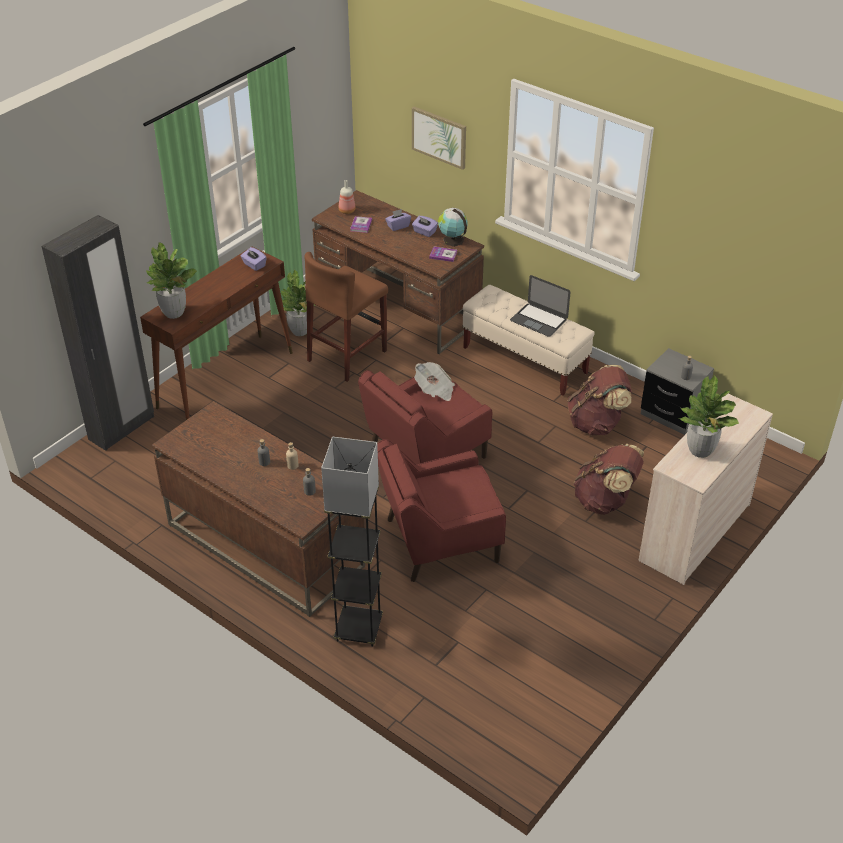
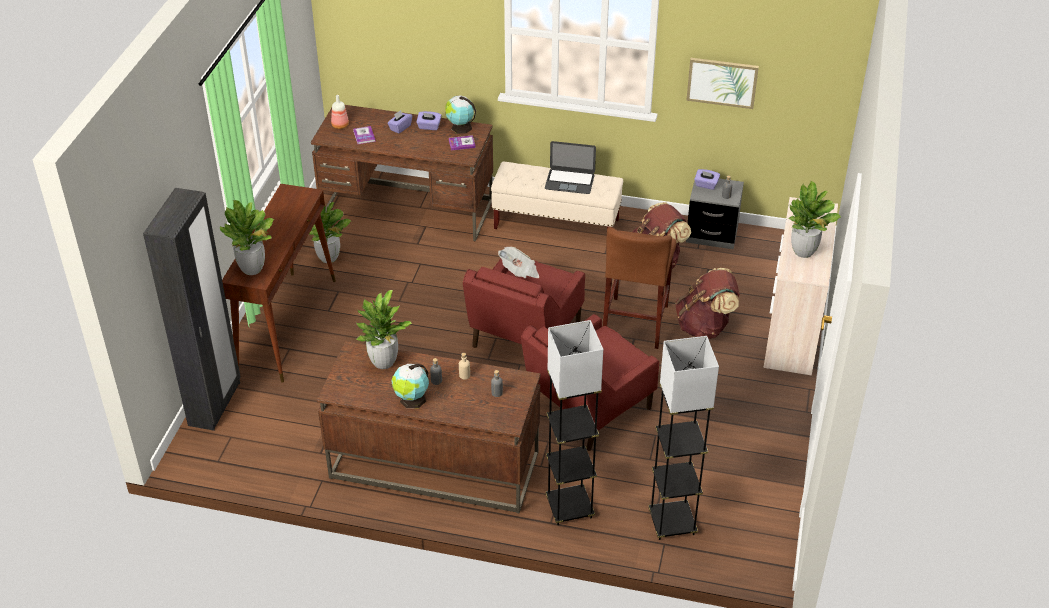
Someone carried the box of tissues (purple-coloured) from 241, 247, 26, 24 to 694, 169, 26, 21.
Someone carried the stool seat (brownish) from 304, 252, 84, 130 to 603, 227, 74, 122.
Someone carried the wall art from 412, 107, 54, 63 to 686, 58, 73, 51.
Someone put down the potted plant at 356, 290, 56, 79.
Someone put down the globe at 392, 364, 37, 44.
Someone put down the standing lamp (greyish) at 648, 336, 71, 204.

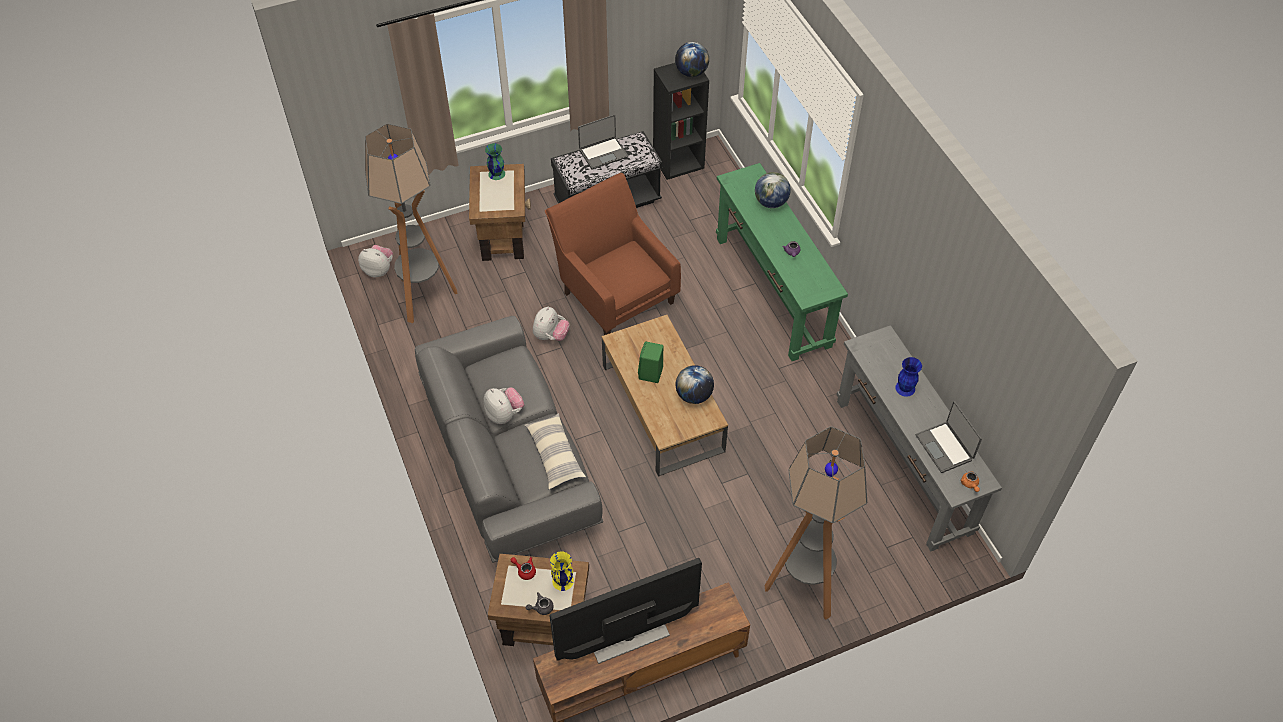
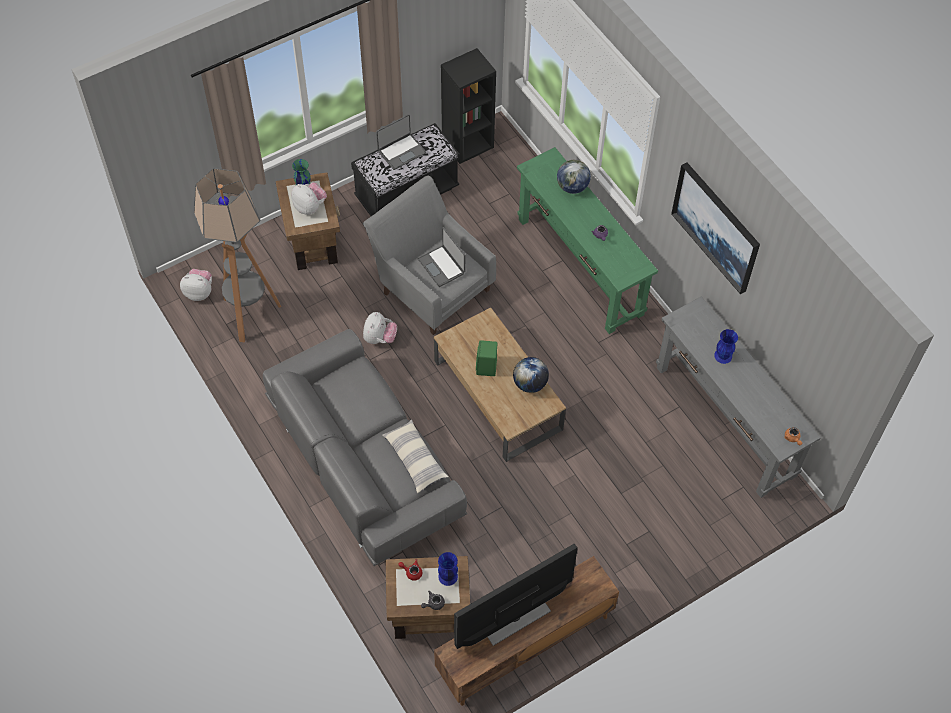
Someone carried the plush toy from 483, 387, 41, 37 to 291, 182, 36, 33.
Someone repainted the easy chair (brownish) at 545, 173, 136, 162, which became the easy chair (greyish) at 363, 176, 133, 159.
Someone repainted the flower vase (yellow-coloured) at 550, 551, 24, 40, which became the flower vase (bluish) at 438, 552, 20, 34.
Someone took away the globe at 675, 42, 34, 35.
Someone took away the standing lamp at 765, 426, 102, 194.
Someone carried the notebook computer from 916, 401, 66, 72 to 418, 227, 48, 60.
Someone put up the wall art at 671, 162, 89, 132.

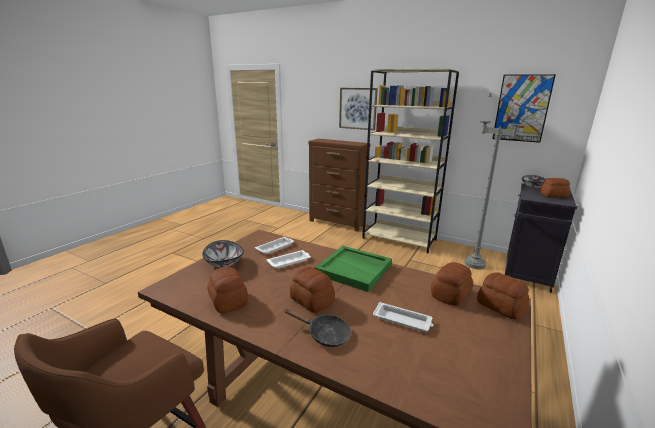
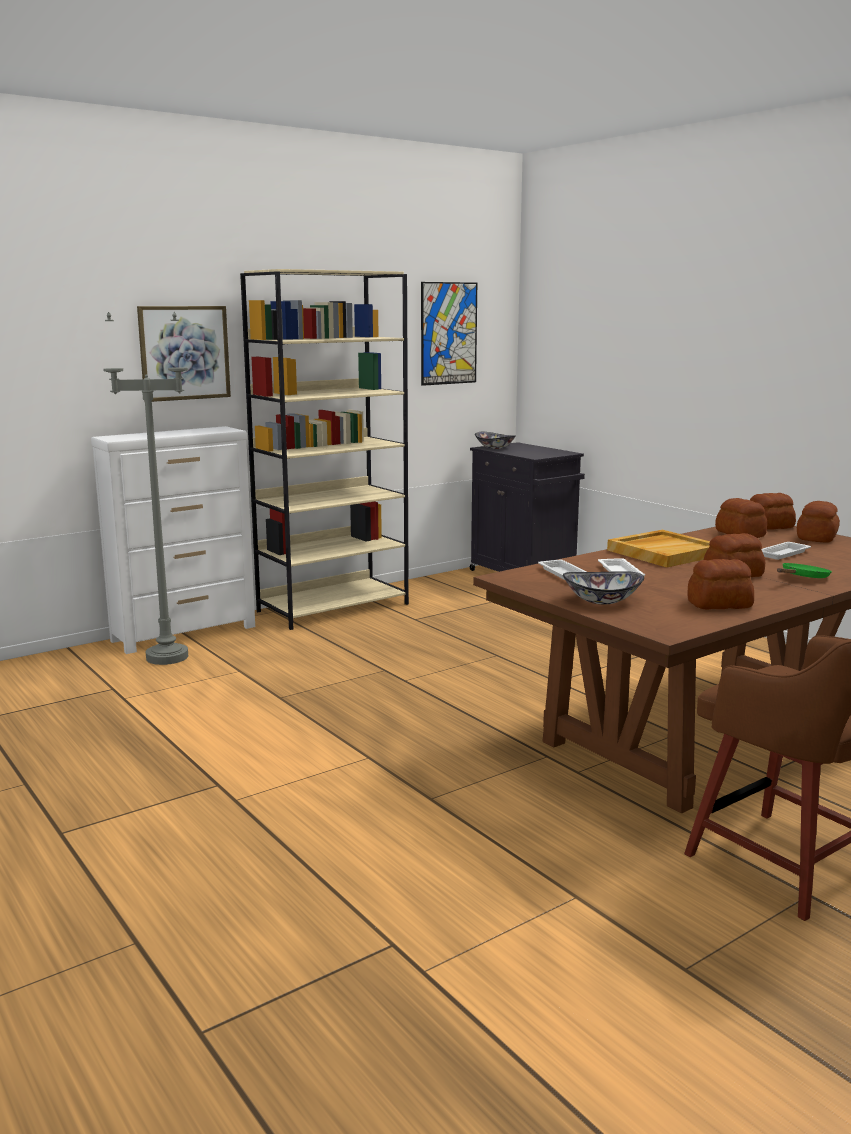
Someone repainted the skillet (black) at 284, 309, 67, 38, which became the skillet (greenish) at 777, 563, 55, 15.
Someone repainted the chest of drawers (brownish) at 308, 139, 62, 93, which became the chest of drawers (white-coloured) at 91, 426, 164, 228.
Someone repainted the tray (greenish) at 315, 246, 77, 46, which became the tray (beige-coloured) at 607, 530, 103, 37.
Someone carried the standing lamp (greyish) from 464, 92, 61, 177 to 103, 312, 85, 353.
Someone carried the baked bread from 540, 178, 31, 19 to 797, 501, 43, 41.

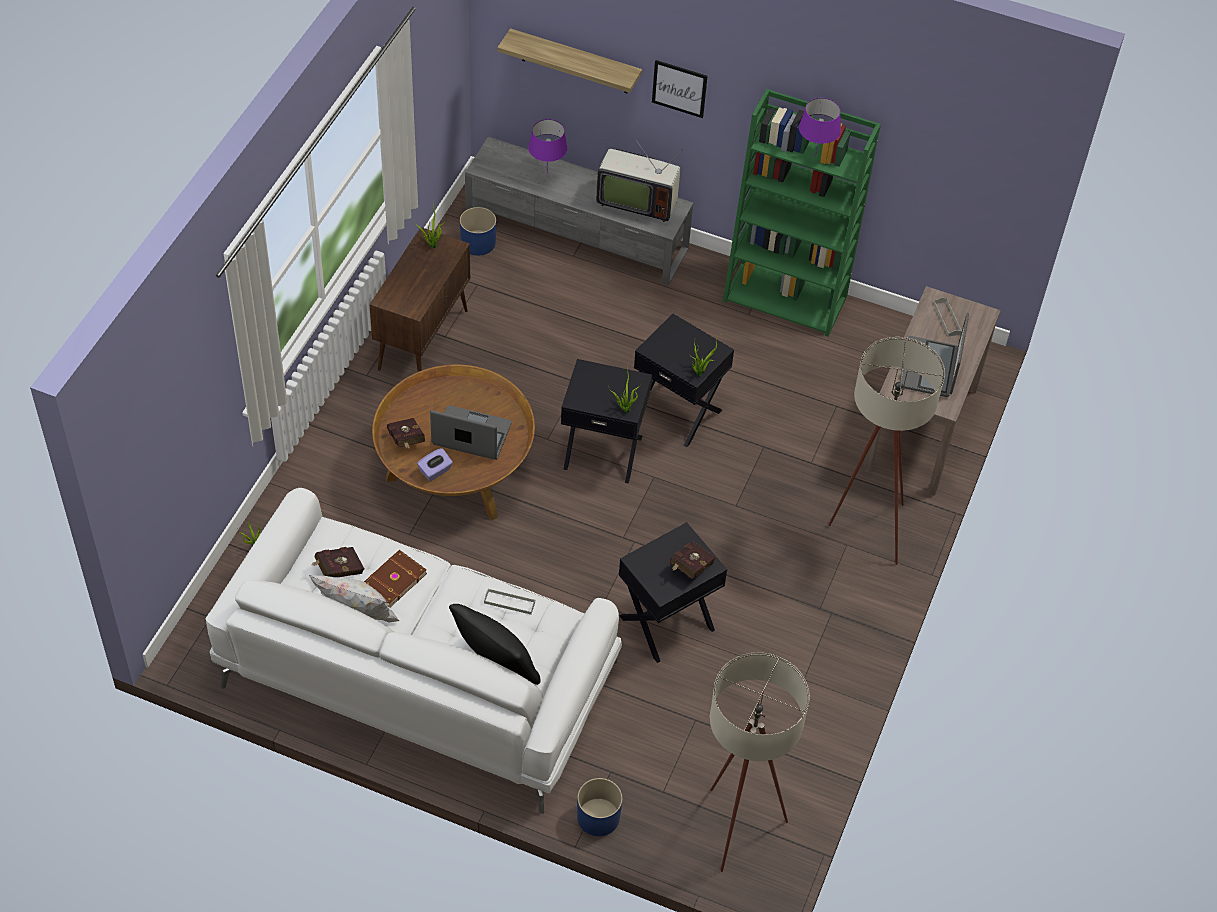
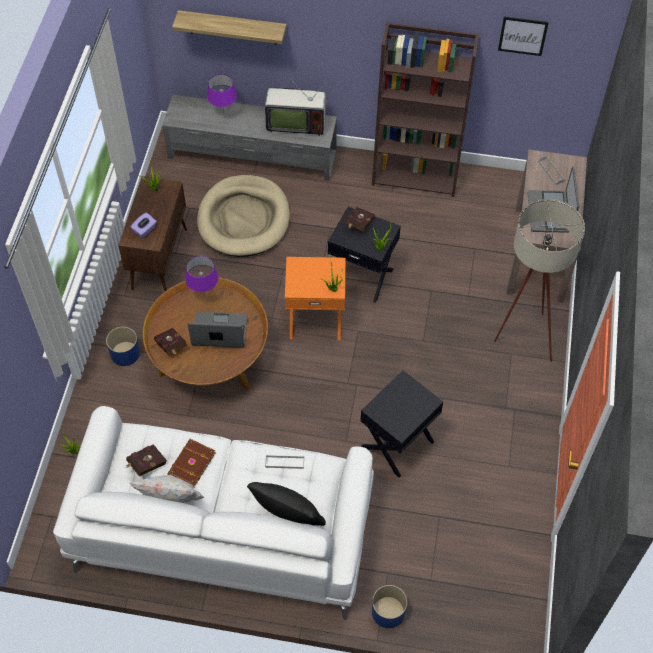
Someone carried the box of tissues (purple-coloured) from 417, 448, 36, 33 to 131, 212, 26, 26.
Someone carried the planter (bluish) from 460, 207, 36, 48 to 106, 327, 34, 39.
Someone repainted the side table (black) at 561, 359, 91, 124, which became the side table (orange) at 285, 257, 61, 83.
Someone carried the wall art from 652, 60, 56, 58 to 498, 17, 51, 39.
Someone carried the book (red) from 669, 542, 47, 37 to 345, 207, 30, 24.
Someone took away the standing lamp (beige-coloured) at 709, 652, 101, 220.
Someone repainted the bookcase (greenish) at 723, 89, 158, 248, which became the bookcase (brownish) at 372, 22, 107, 175.
Someone carried the tabletop lamp (purple-coloured) from 799, 98, 42, 59 to 185, 256, 33, 40.
Someone put down the dog bed (beige-coloured) at 197, 175, 93, 82.

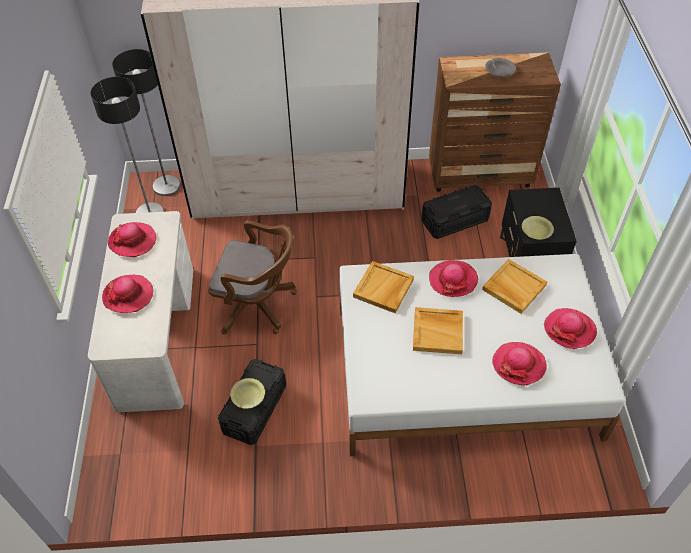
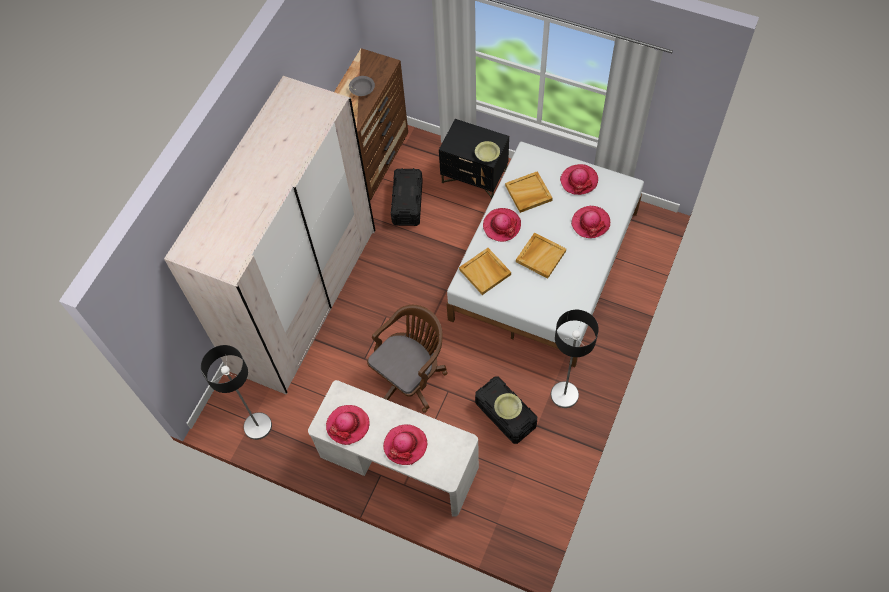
Someone carried the standing lamp from 112, 49, 69, 147 to 551, 310, 48, 98.

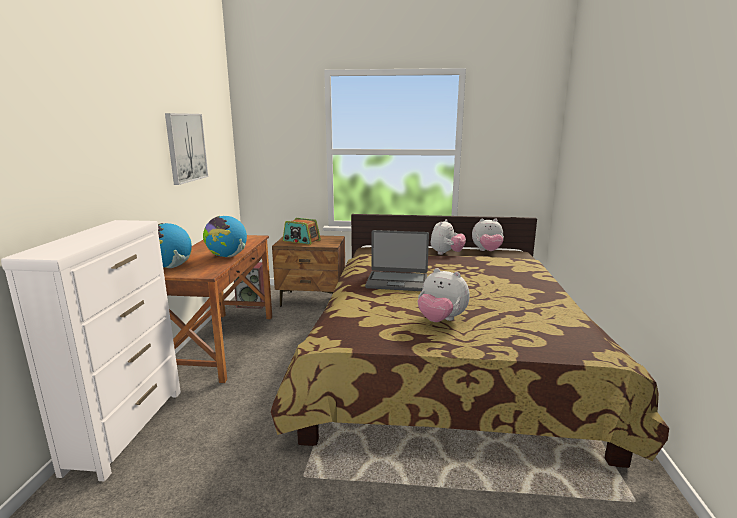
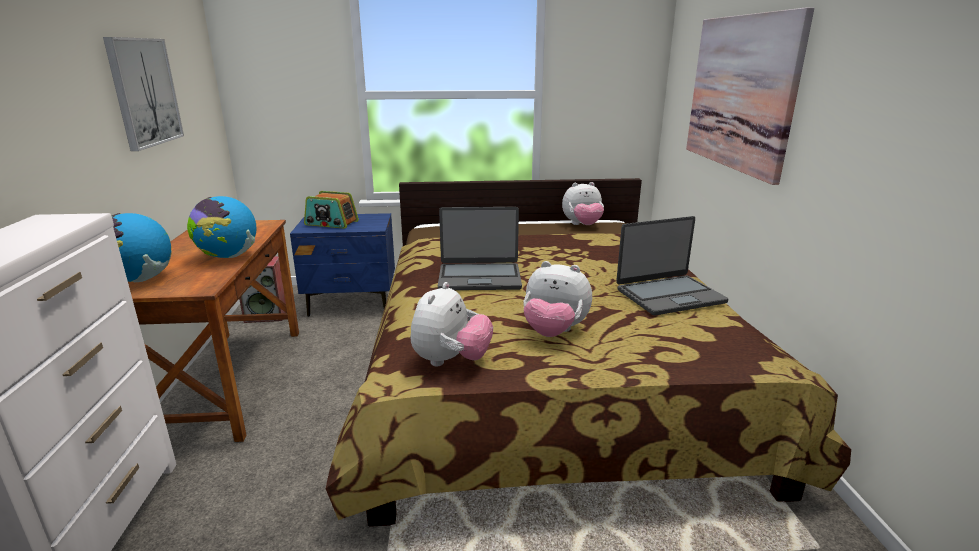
Someone repainted the bedside table (brownish) at 272, 236, 73, 71, which became the bedside table (bluish) at 290, 213, 105, 104.
Someone carried the plush toy from 431, 219, 35, 36 to 410, 282, 83, 84.
Someone put down the notebook computer at 616, 216, 113, 100.
Someone put up the wall art at 686, 7, 128, 178.

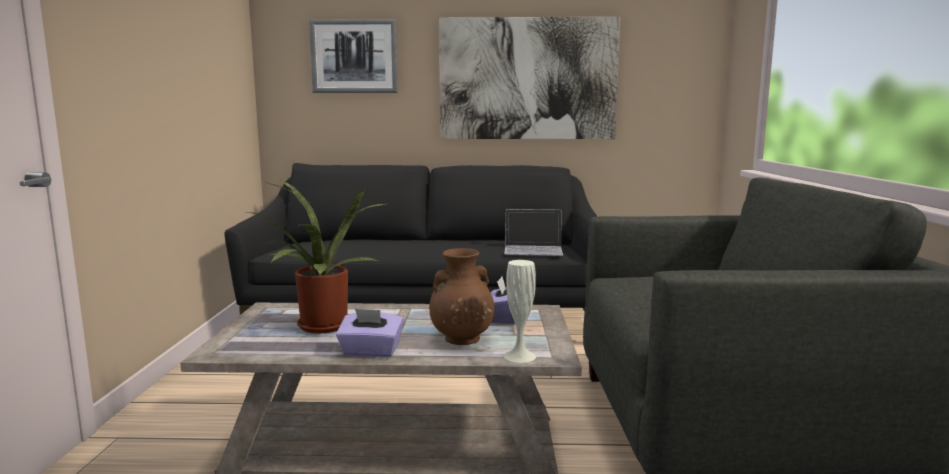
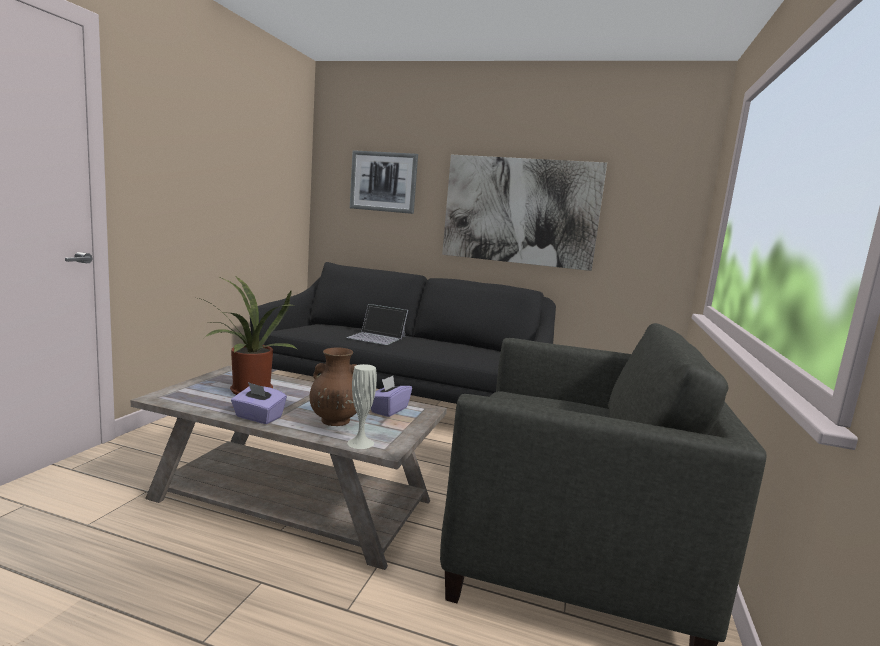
Someone carried the notebook computer from 504, 209, 59, 47 to 346, 304, 62, 41.

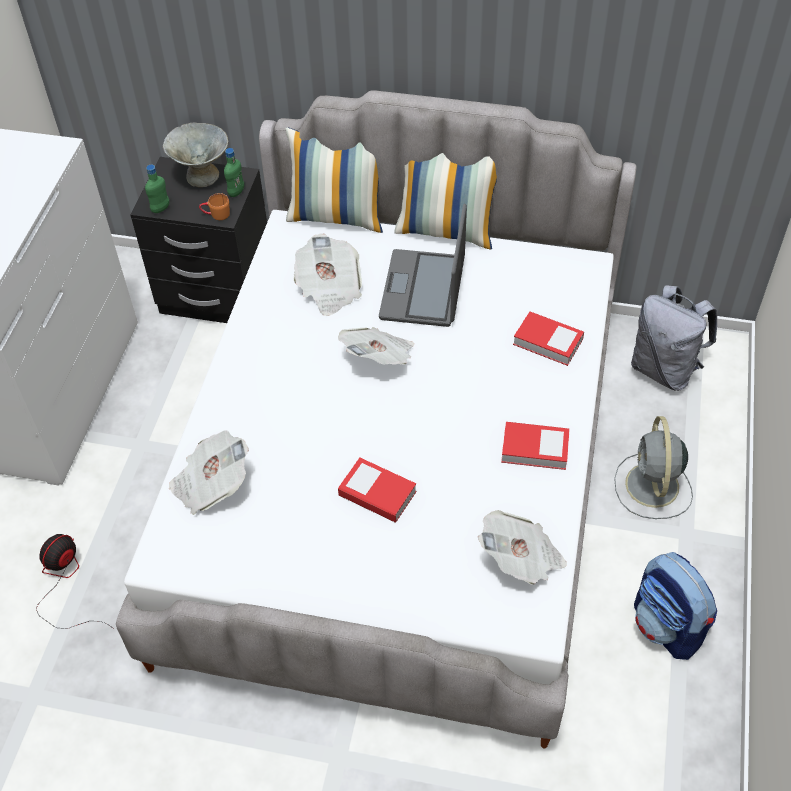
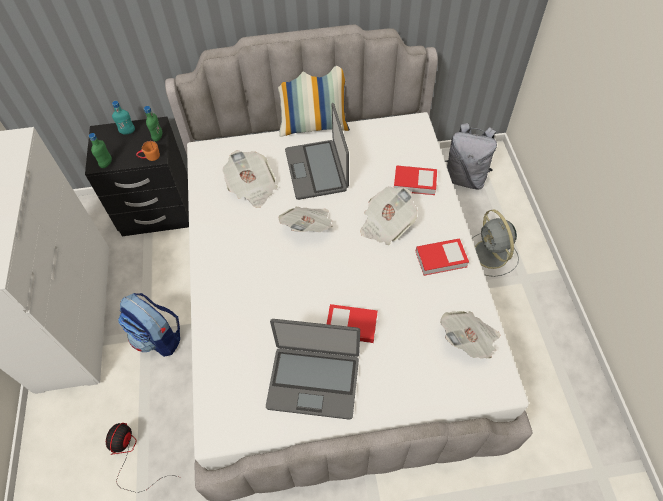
Someone swapped the serving bowl (greyish) at 163, 123, 65, 64 for the beverage bottle (turquoise-coloured) at 112, 101, 23, 33.
Someone carried the daily paper from 169, 430, 80, 85 to 360, 186, 58, 59.
Someone took away the cushion at 285, 127, 98, 106.
Someone carried the backpack from 634, 552, 83, 108 to 118, 293, 62, 64.
Someone put down the notebook computer at 266, 319, 94, 101.

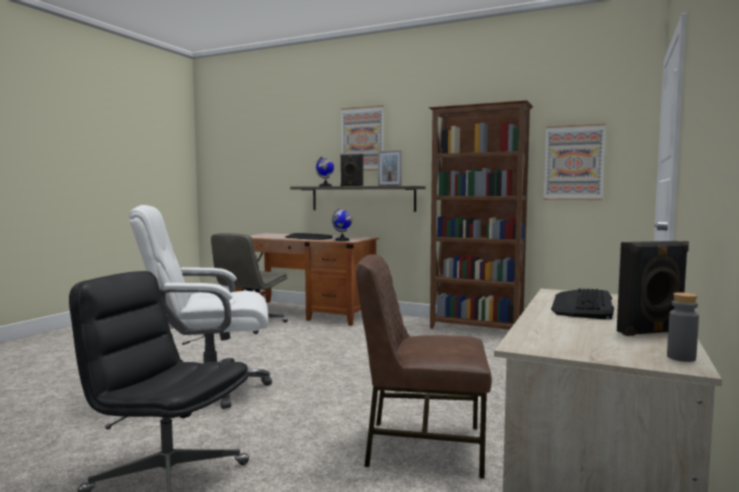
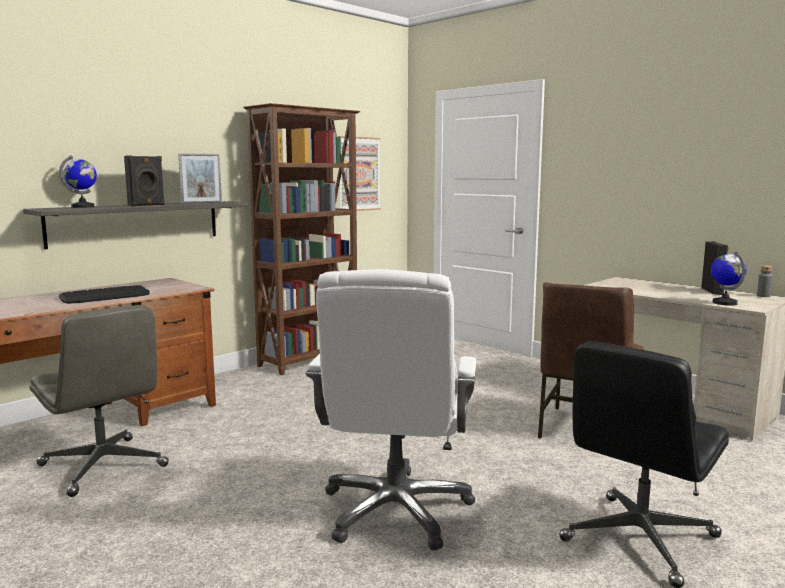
Someone carried the globe from 332, 207, 20, 34 to 711, 251, 36, 55.
Someone took away the wall art at 341, 105, 43, 66.
Someone took away the keyboard at 551, 289, 63, 30.

